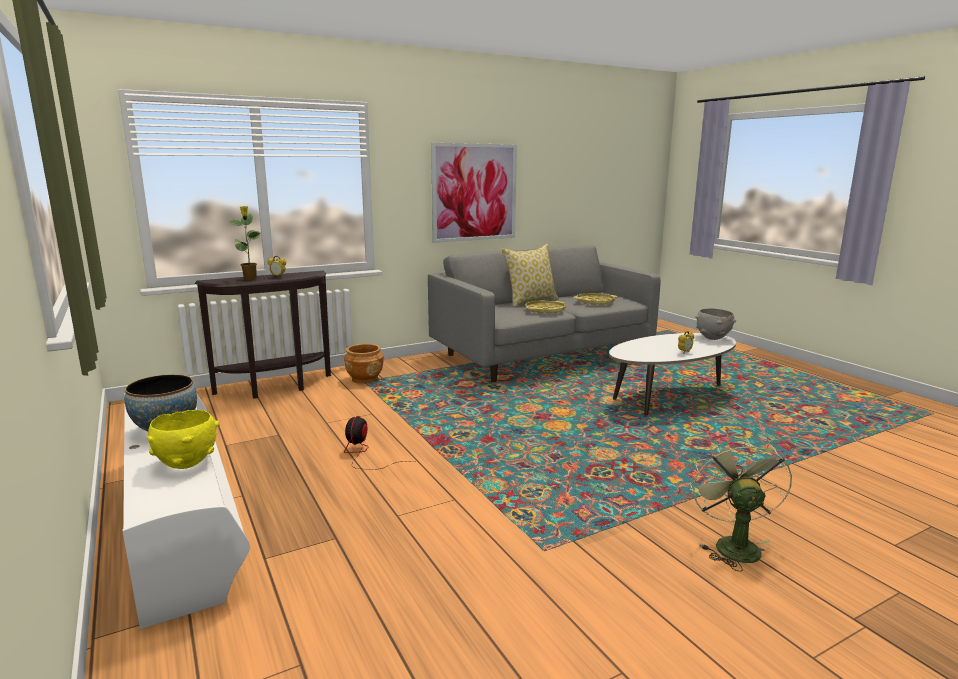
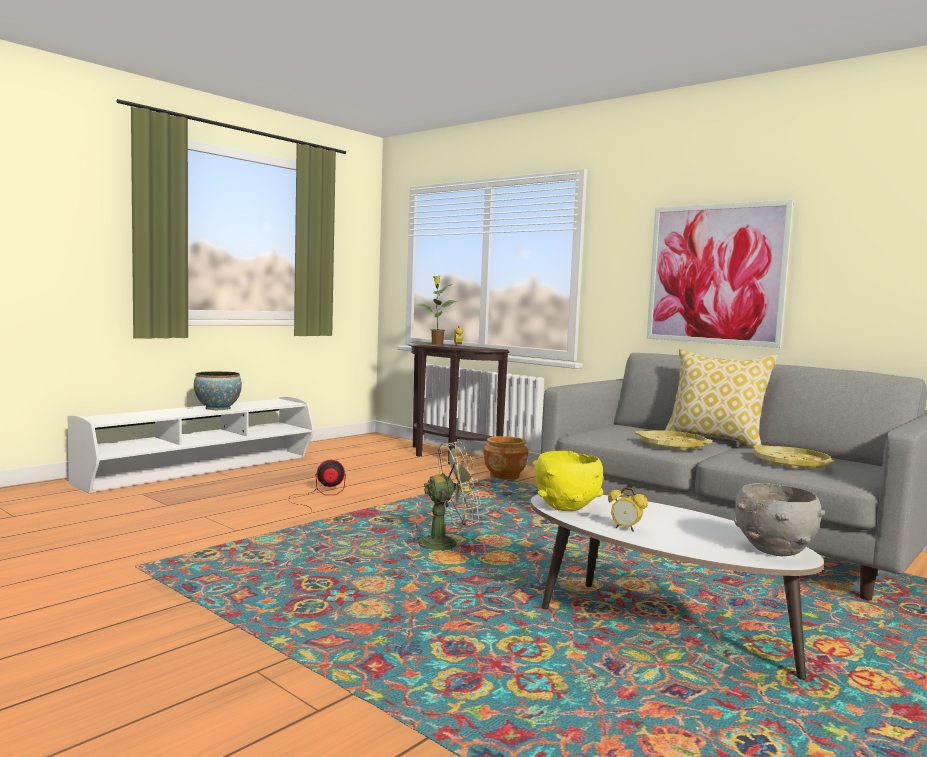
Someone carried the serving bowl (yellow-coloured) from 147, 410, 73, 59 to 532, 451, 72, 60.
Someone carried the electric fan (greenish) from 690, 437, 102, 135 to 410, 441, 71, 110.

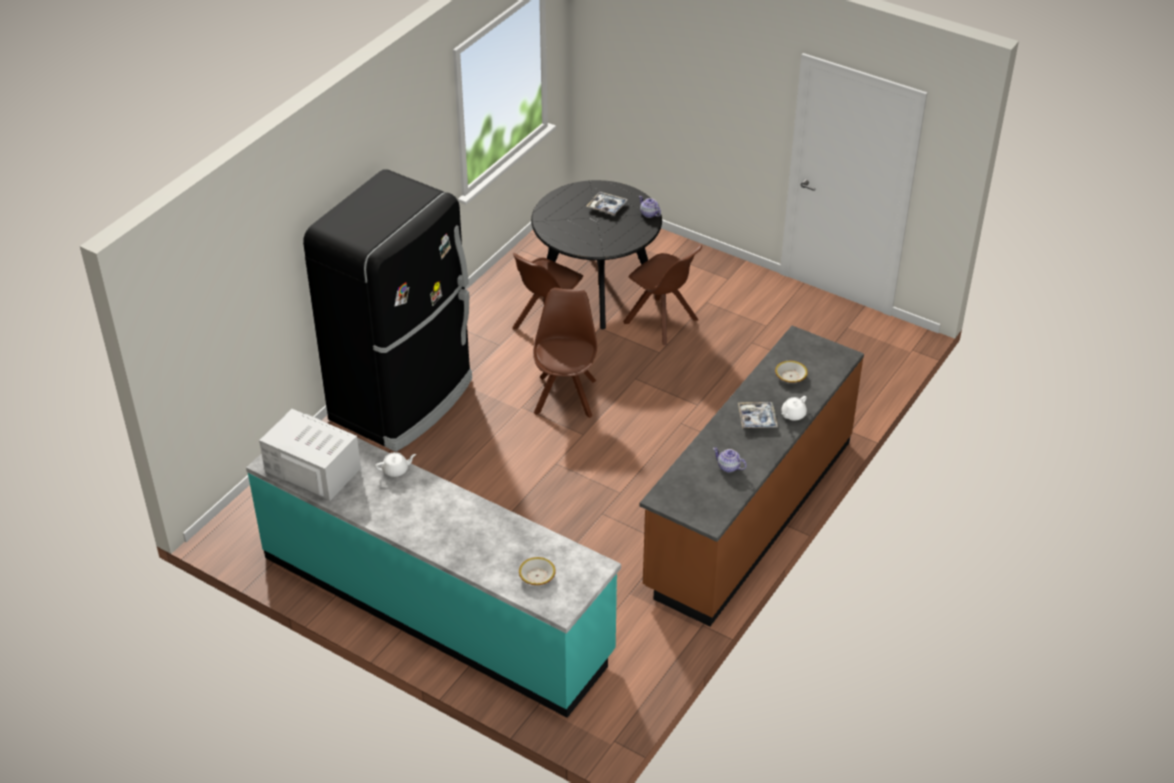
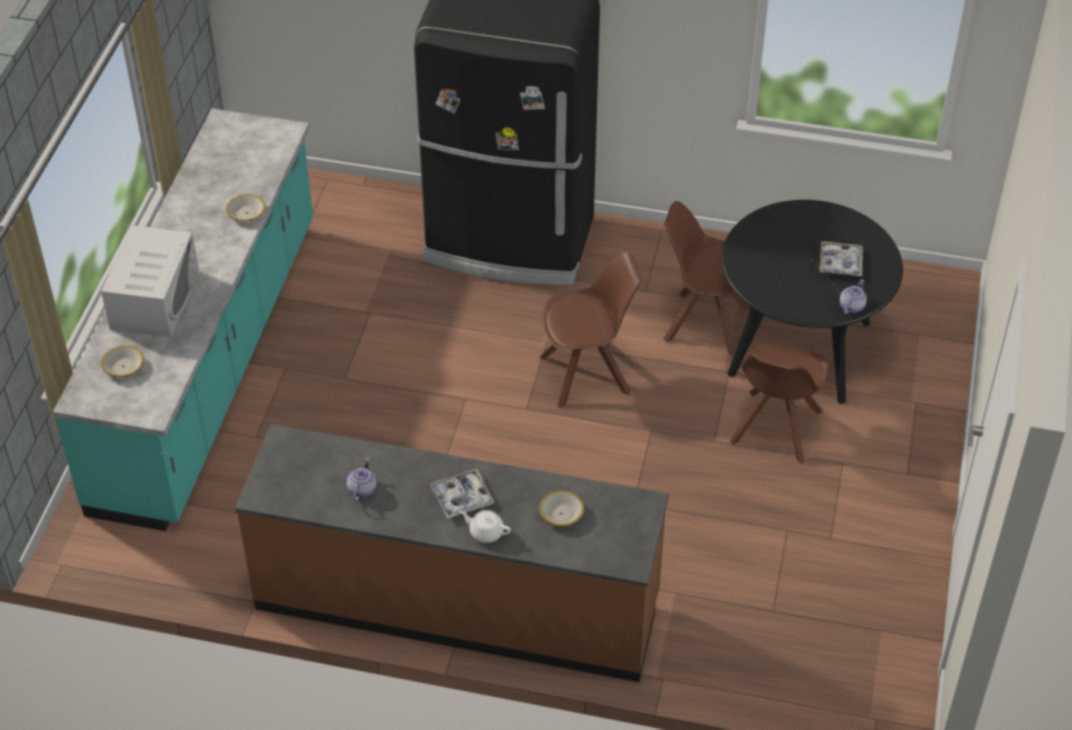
Someone carried the microwave oven (white-coloured) from 259, 409, 102, 92 to 101, 225, 98, 112.
Someone swapped the tea pot (white-coloured) at 375, 452, 41, 25 for the serving bowl at 226, 194, 40, 28.

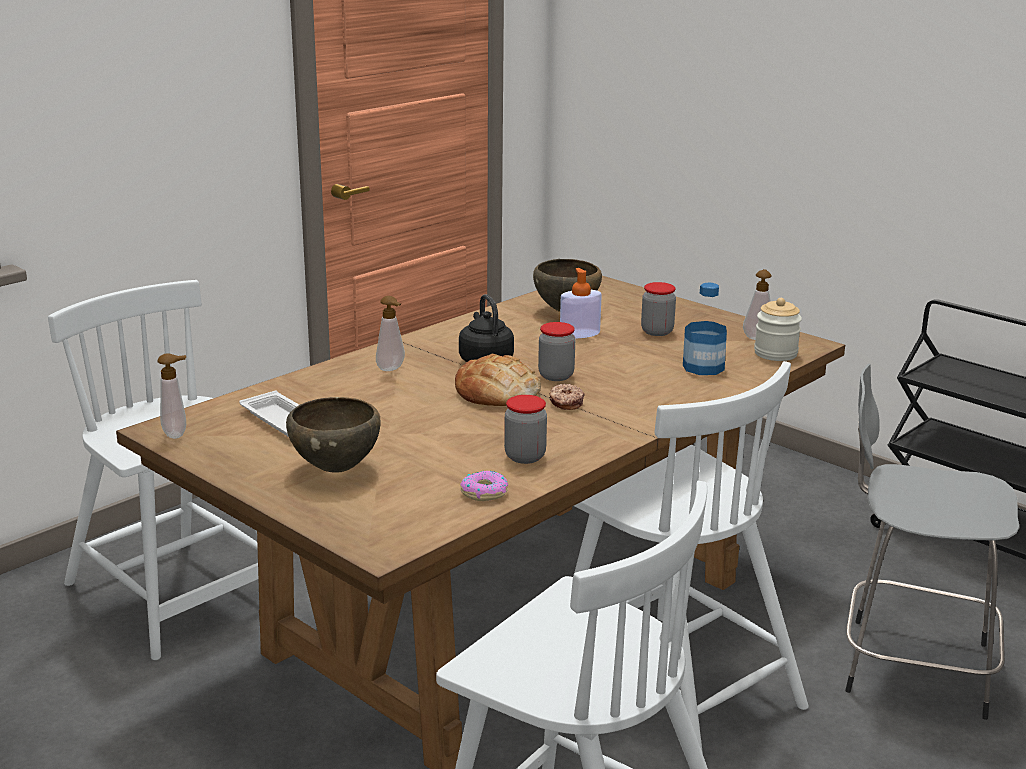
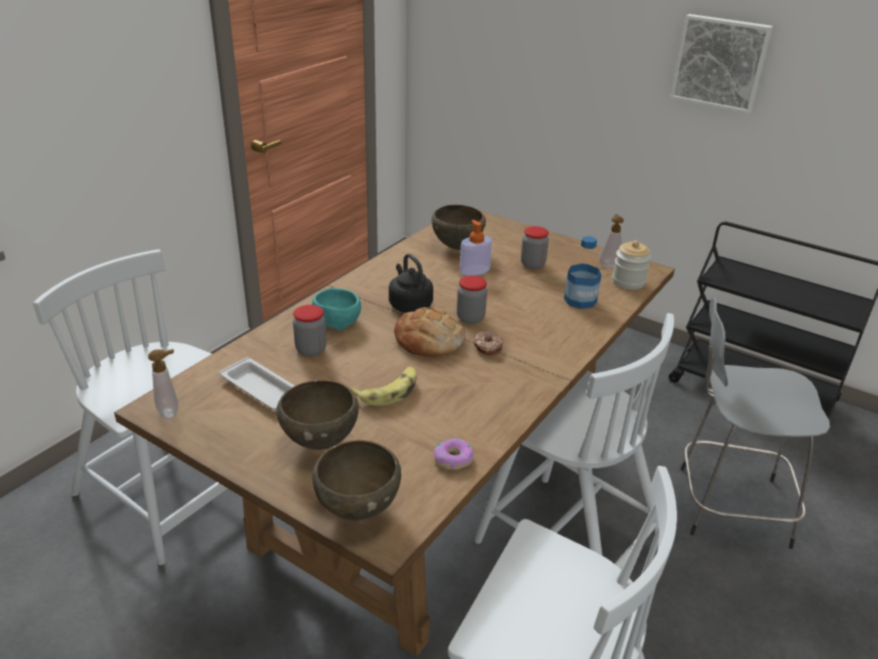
Someone swapped the soap dispenser at 376, 296, 29, 75 for the serving bowl (turquoise-coloured) at 312, 288, 49, 42.
Someone carried the jar from 504, 395, 43, 69 to 293, 305, 34, 51.
Someone put down the serving bowl (brownish) at 312, 440, 89, 80.
Someone put down the banana fruit at 351, 367, 66, 39.
Someone put up the wall art at 670, 14, 103, 100.

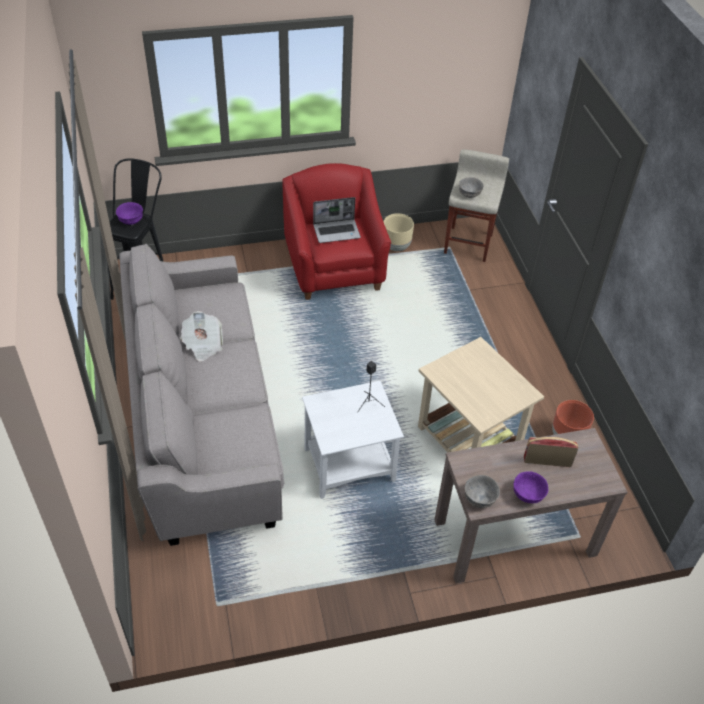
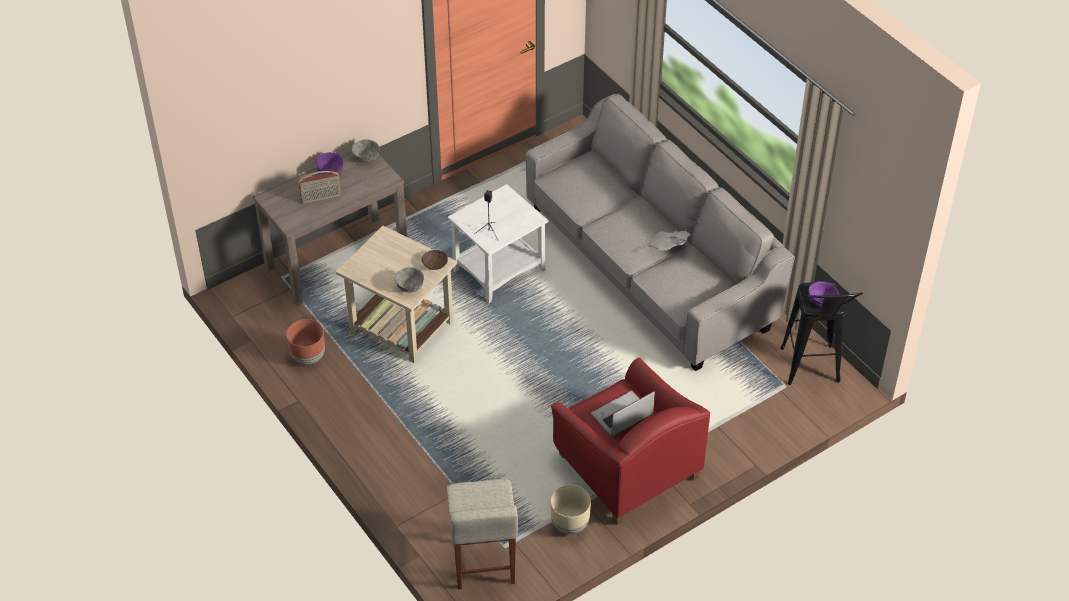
Someone carried the serving bowl (greyish) from 459, 177, 25, 21 to 395, 267, 29, 25.
Someone put down the serving bowl (brownish) at 422, 250, 26, 20.

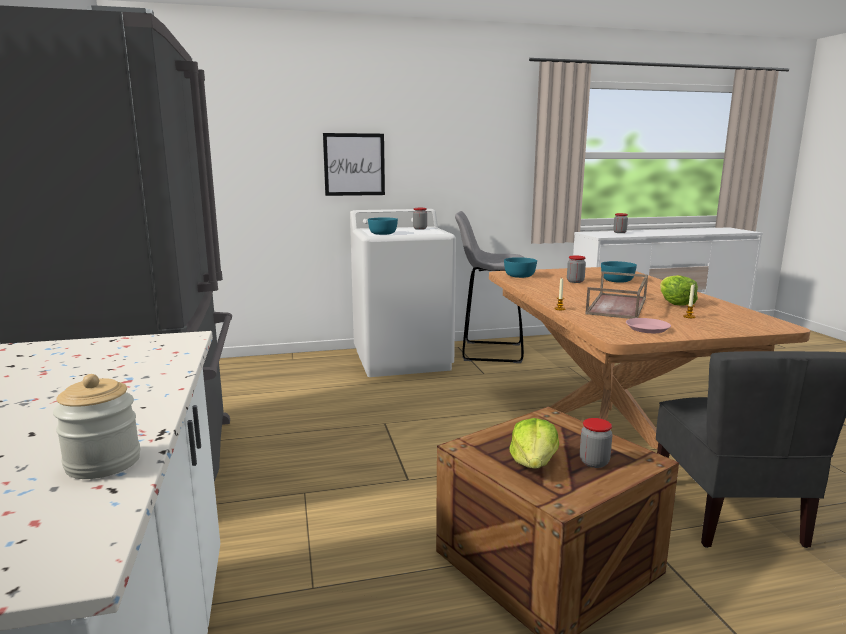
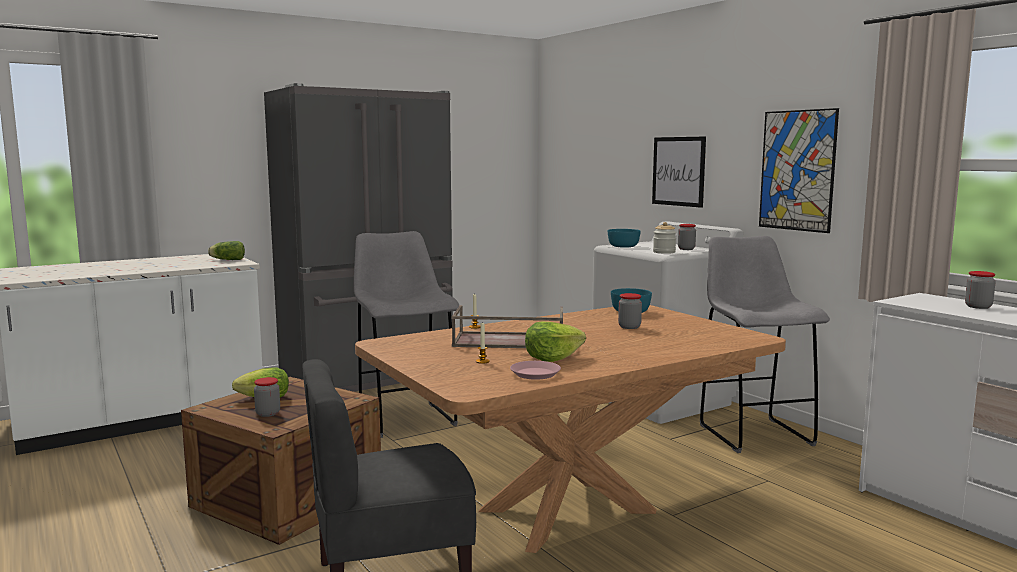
Someone carried the jar from 53, 374, 87, 105 to 653, 222, 23, 32.
Someone took away the serving bowl (turquoise-coloured) at 601, 261, 36, 22.
Someone carried the flat dish (pinkish) from 626, 318, 45, 15 to 510, 361, 51, 19.
Someone put down the lettuce head at 208, 241, 37, 19.
Someone put down the stool seat (greyish) at 354, 231, 105, 207.
Someone put up the wall art at 759, 108, 80, 125.

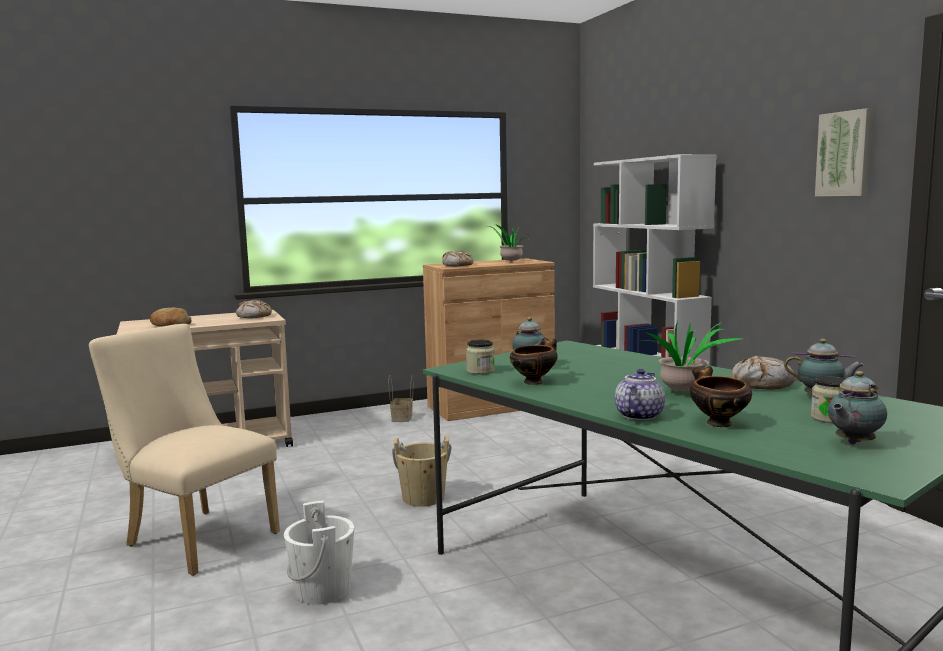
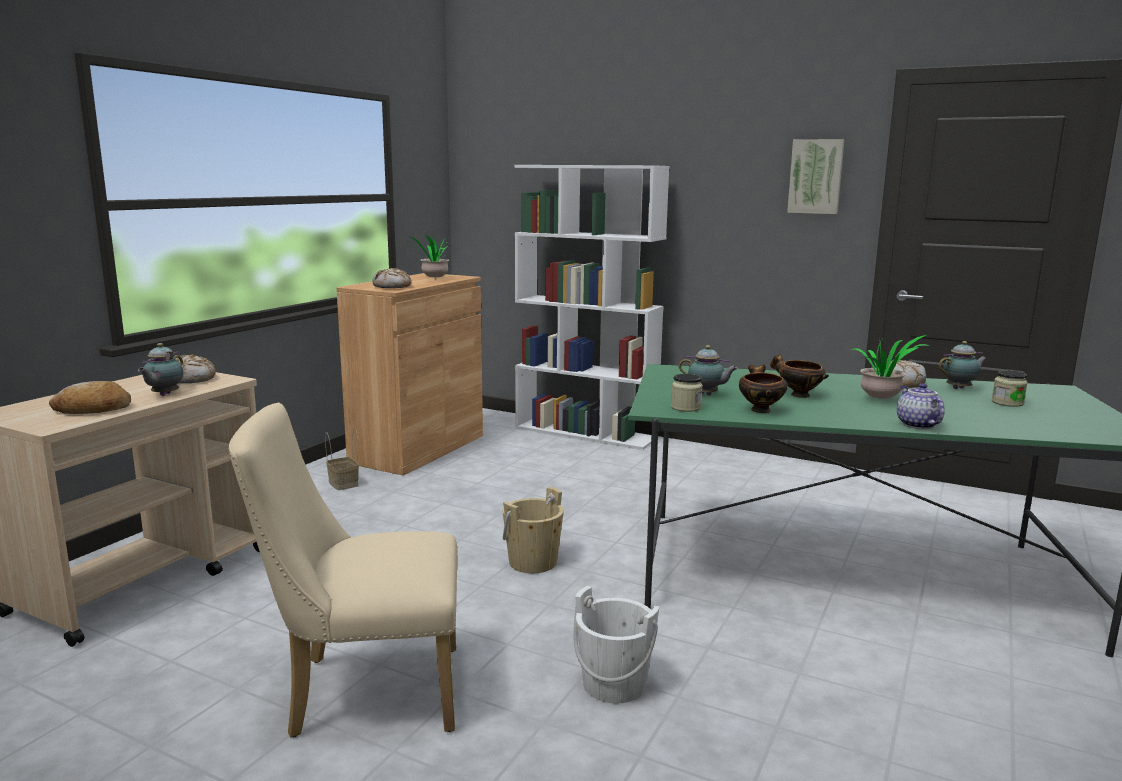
Someone carried the serving bowl from 690, 366, 62, 61 to 770, 354, 59, 44.
Someone carried the tea pot from 828, 371, 59, 74 to 138, 343, 45, 53.

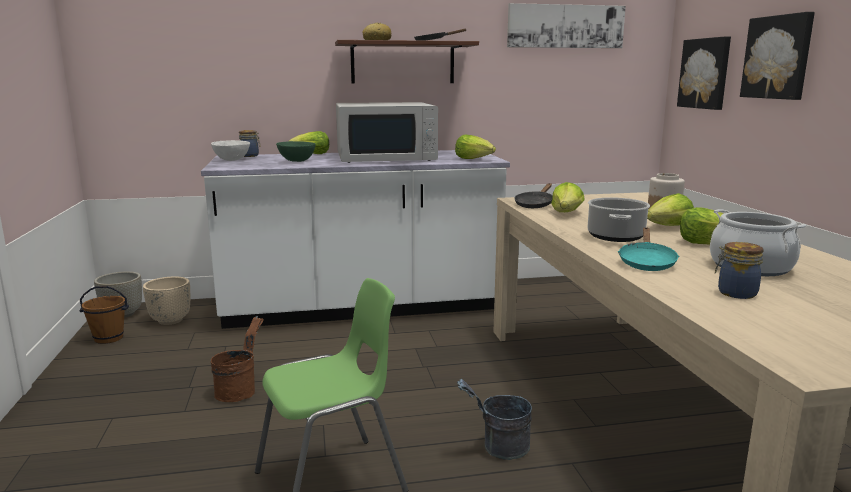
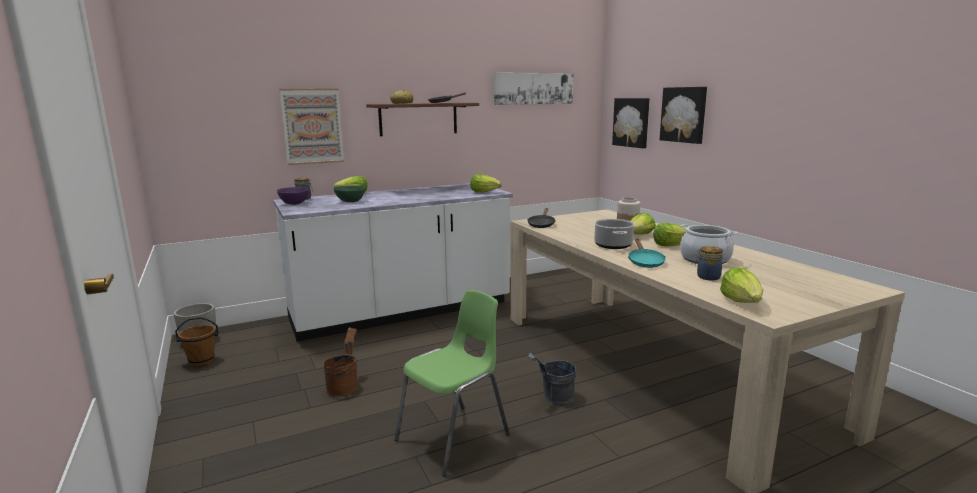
Someone took away the planter (beige-coloured) at 143, 277, 47, 48.
Someone repainted the serving bowl (white-coloured) at 211, 140, 39, 21, which became the serving bowl (purple-coloured) at 277, 187, 32, 18.
Someone took away the microwave oven (white-coloured) at 336, 102, 102, 61.
Someone carried the lettuce head from 551, 182, 34, 30 to 720, 267, 43, 36.
Someone put up the wall art at 280, 89, 64, 76.

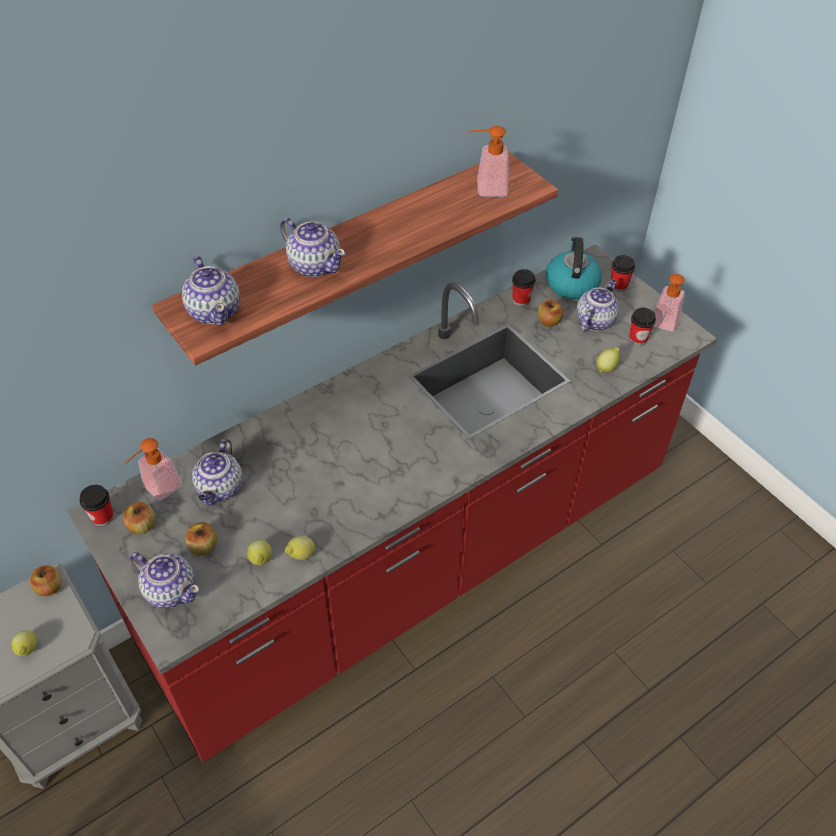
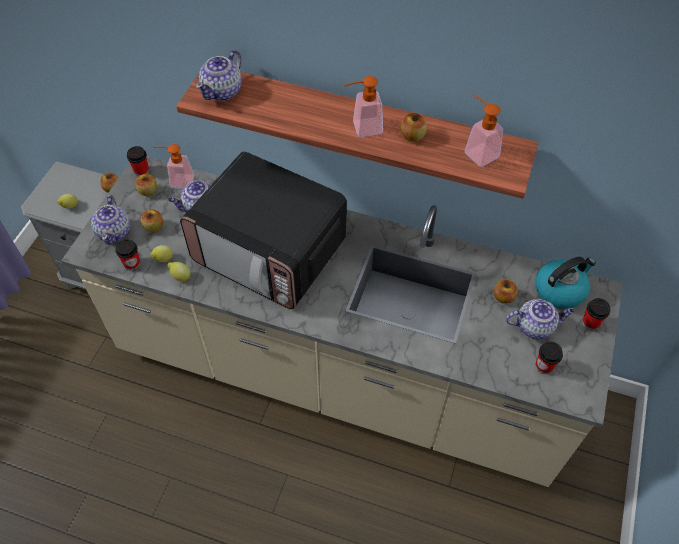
Someone repainted the kitchen base unit (red) at 67, 244, 650, 518, which became the kitchen base unit (beige-coloured) at 61, 157, 562, 330.
Someone took away the tea pot at 280, 218, 65, 59.
Someone carried the small cup from 512, 269, 24, 37 to 115, 239, 25, 32.
Someone took away the citrus fruit at 596, 347, 24, 26.
Someone carried the soap dispenser from 654, 274, 31, 58 to 344, 76, 39, 61.
Someone put down the microwave oven at 180, 151, 167, 158.
Someone put down the whole apple at 401, 113, 26, 29.

